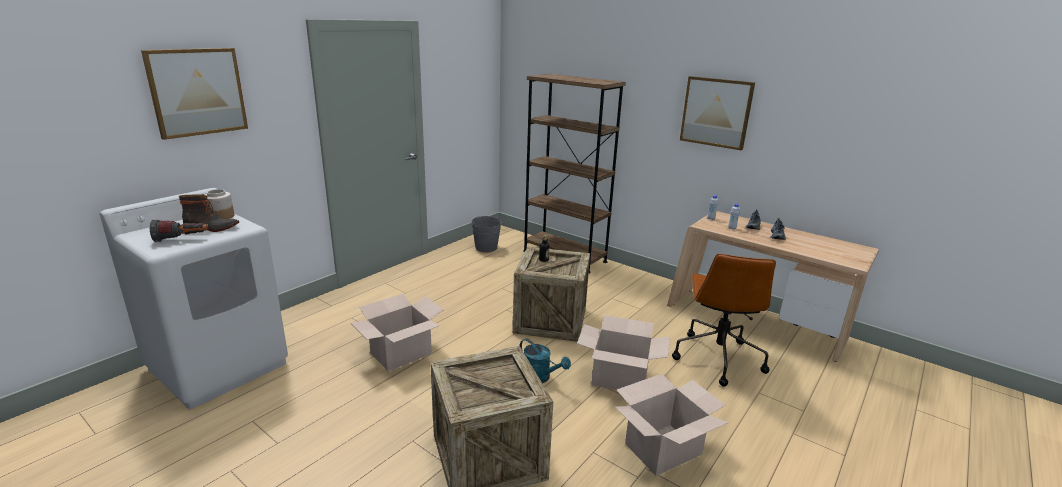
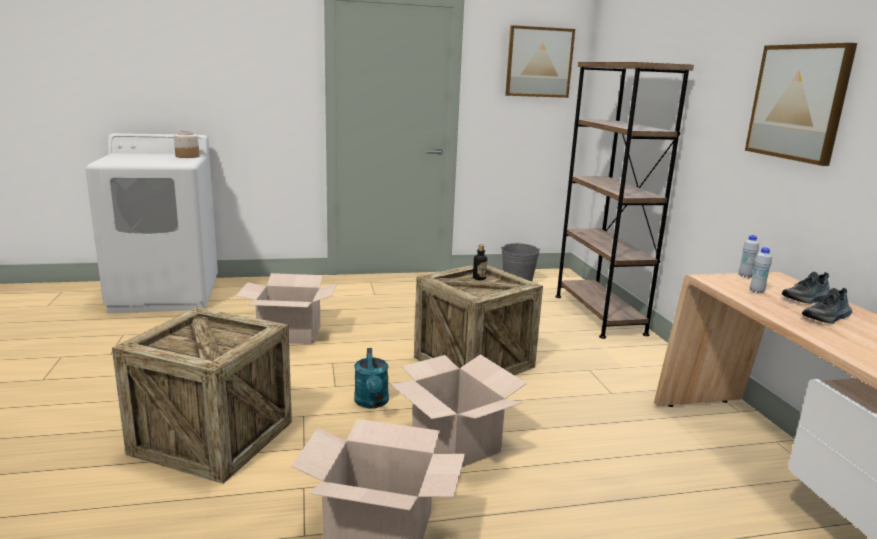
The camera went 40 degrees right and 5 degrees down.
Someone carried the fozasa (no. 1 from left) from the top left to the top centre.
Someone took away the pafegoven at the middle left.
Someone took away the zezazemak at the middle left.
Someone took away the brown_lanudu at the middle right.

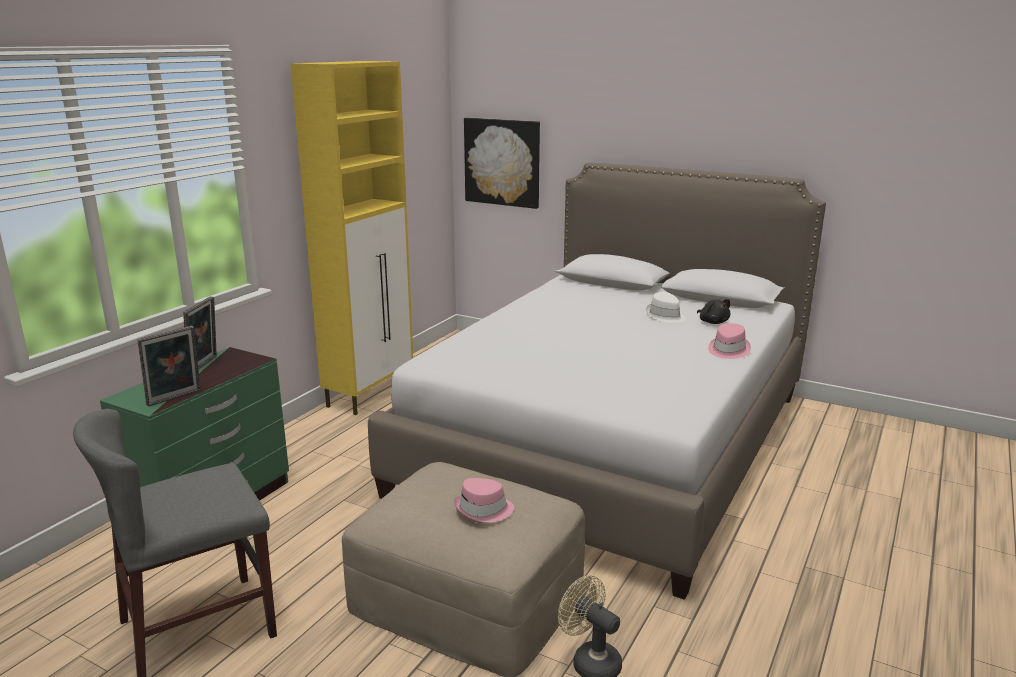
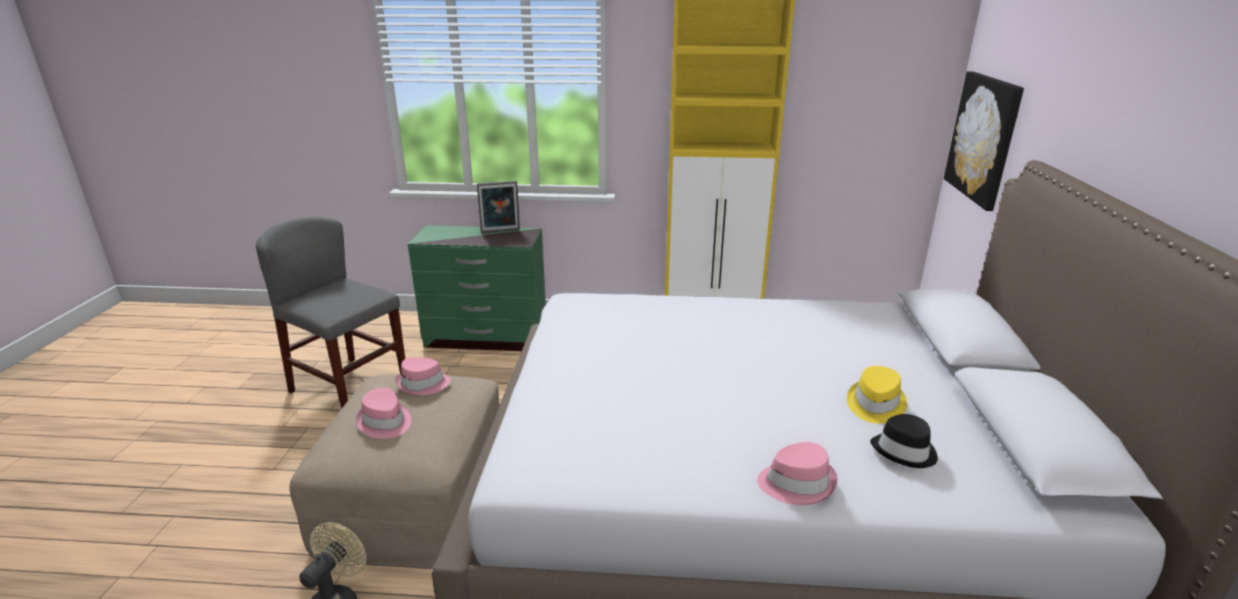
The camera went 65 degrees right and 5 degrees up.
Someone put down the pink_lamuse (no. 2 from left) at the centre.
Someone repainted the white_lamuse at the centre, which became the yellow_lamuse at the middle right.
Someone swapped the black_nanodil at the middle right for the black_lamuse at the bottom right.
Someone took away the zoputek (no. 1 from left) at the middle left.

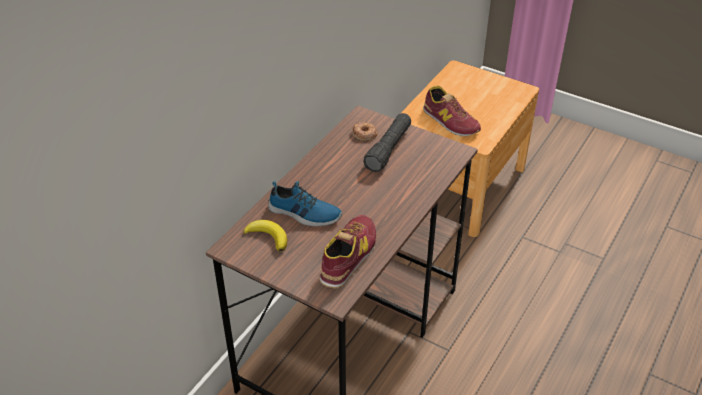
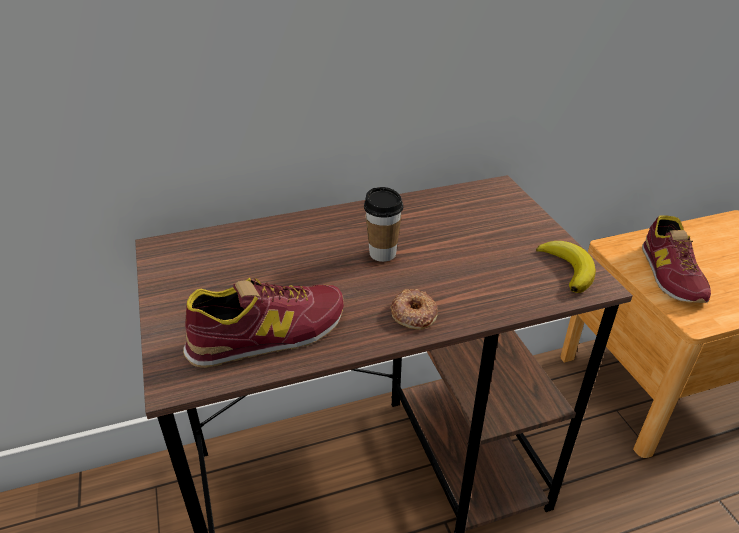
The camera went 40 degrees right and 5 degrees down.
Someone put down the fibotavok at the centre.
Someone carried the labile from the top centre to the centre.
Someone carried the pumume from the centre to the middle right.
Someone took away the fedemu (no. 1 from left) at the centre.
Someone took away the black_pafegoven at the centre.

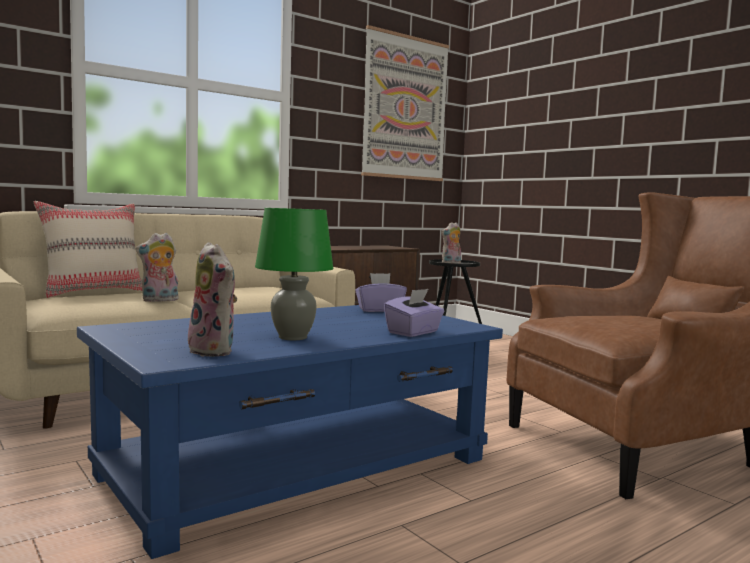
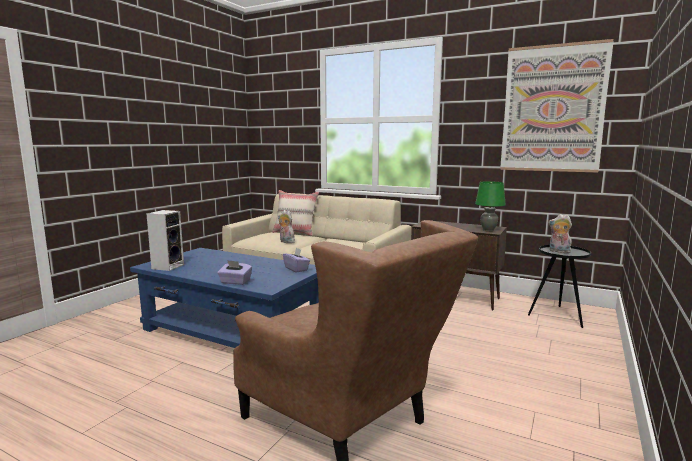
The camera went 65 degrees right and 5 degrees up.
Someone swapped the nanodil (no. 2 from left) at the middle left for the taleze at the middle left.
Someone carried the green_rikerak from the centre to the middle right.

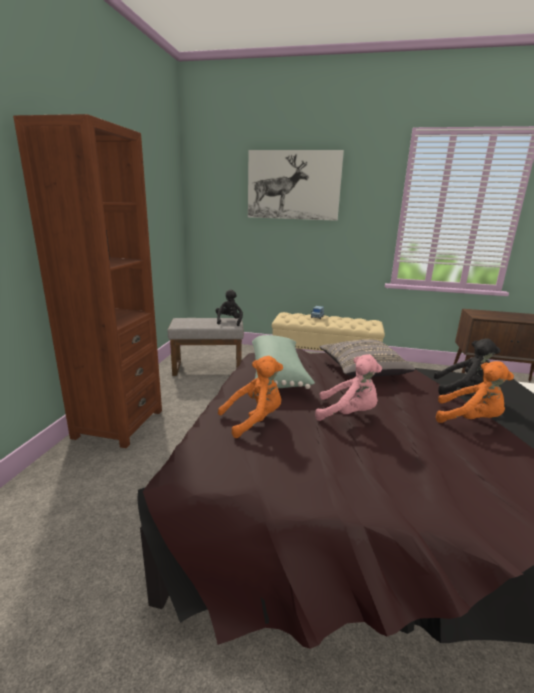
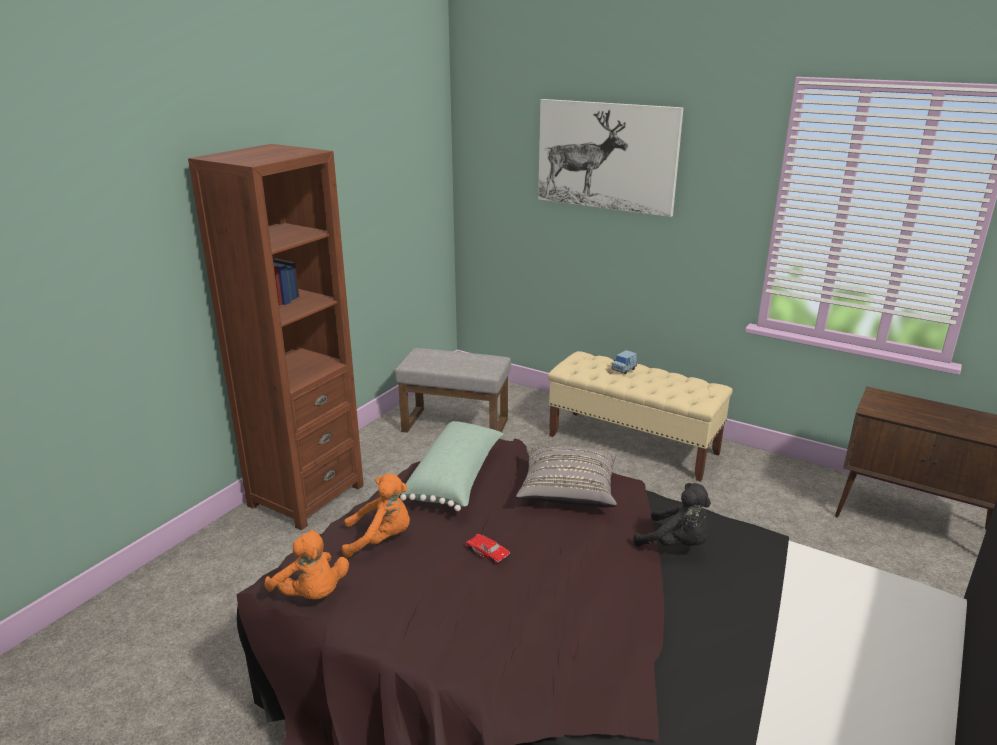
The camera went 20 degrees right and 5 degrees up.
Someone carried the orange_nanodil (no. 2 from left in the first image) from the middle right to the bottom left.
Someone swapped the pink_nanodil at the centre for the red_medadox at the bottom centre.
Someone took away the black_nanodil (no. 1 from left) at the centre.

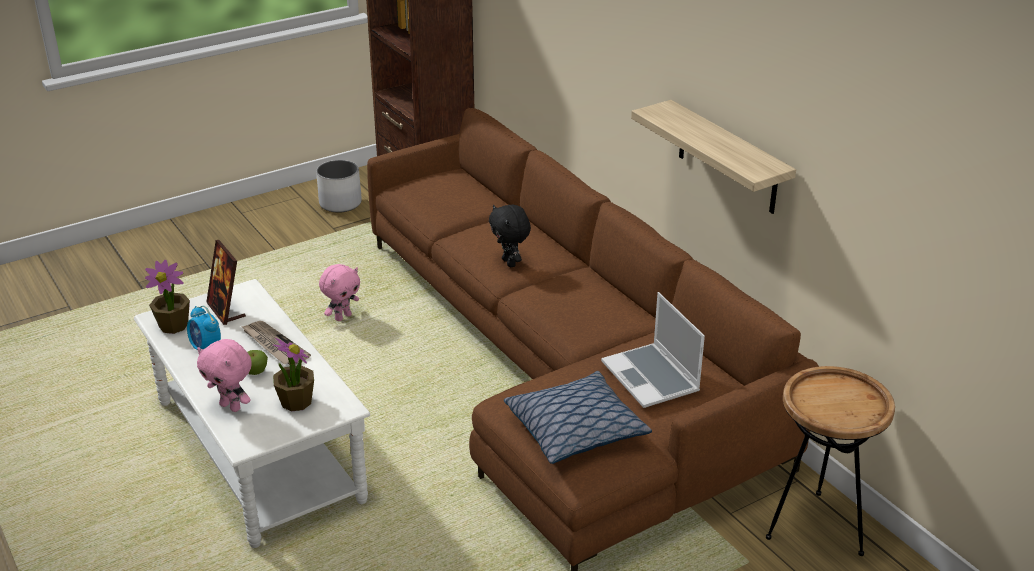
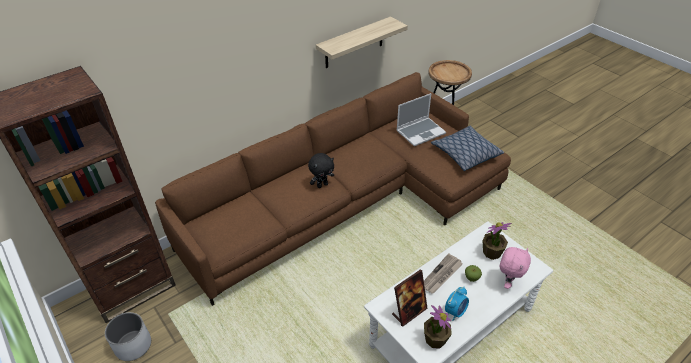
The camera went 95 degrees left and 10 degrees up.
Someone took away the pink_nanodil (no. 2 from left) at the middle left.

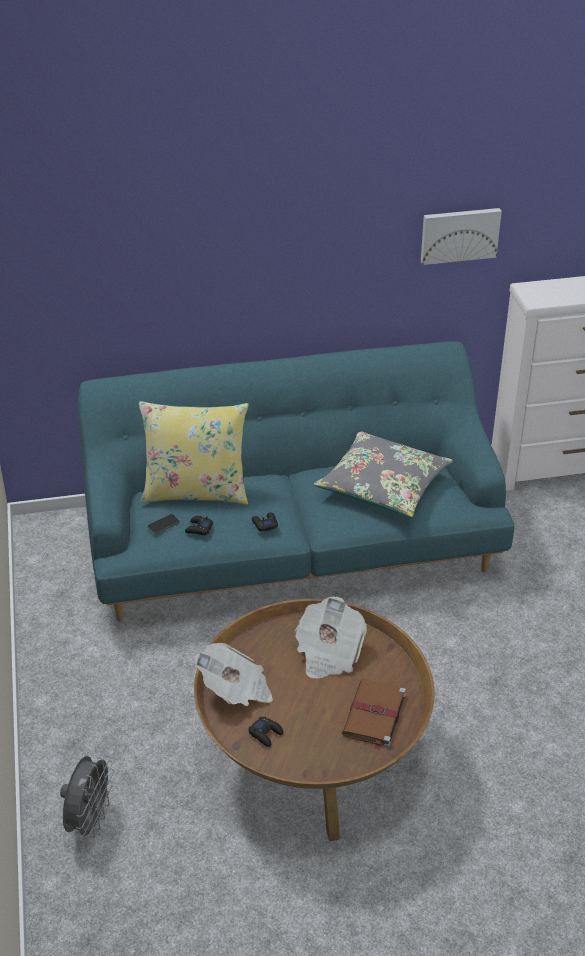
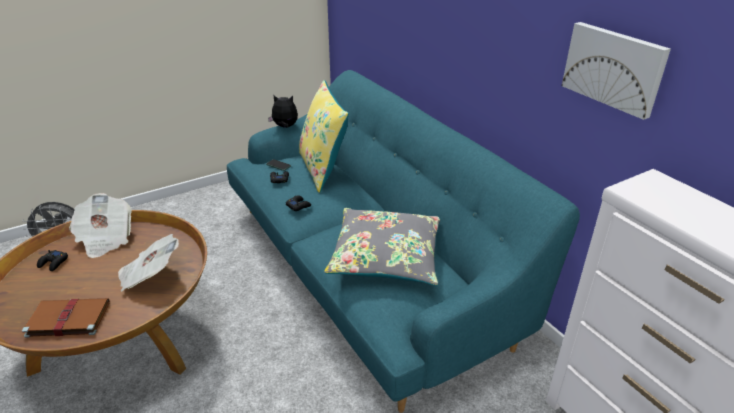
The camera went 70 degrees right and 5 degrees down.
Someone put down the nanodil at the top centre.

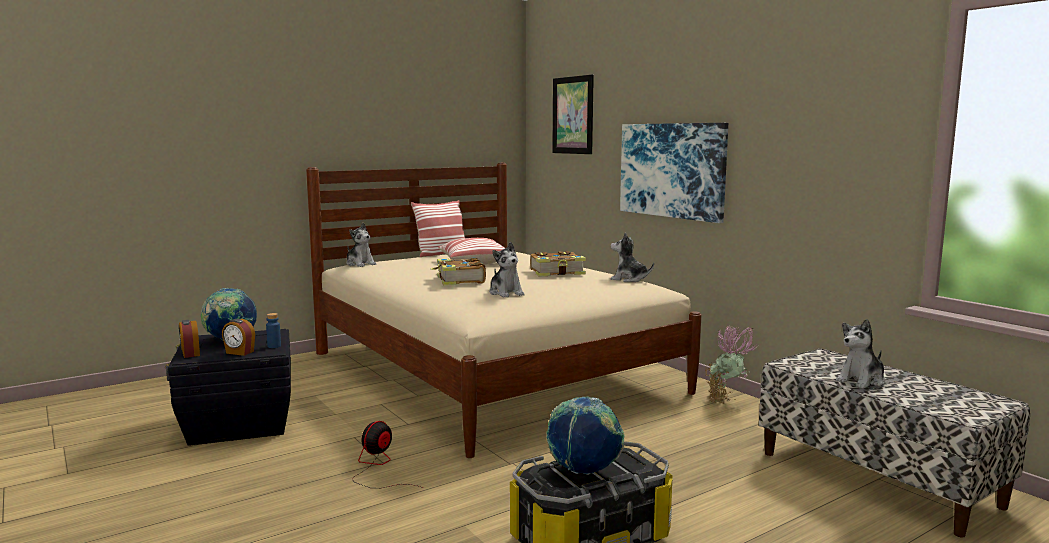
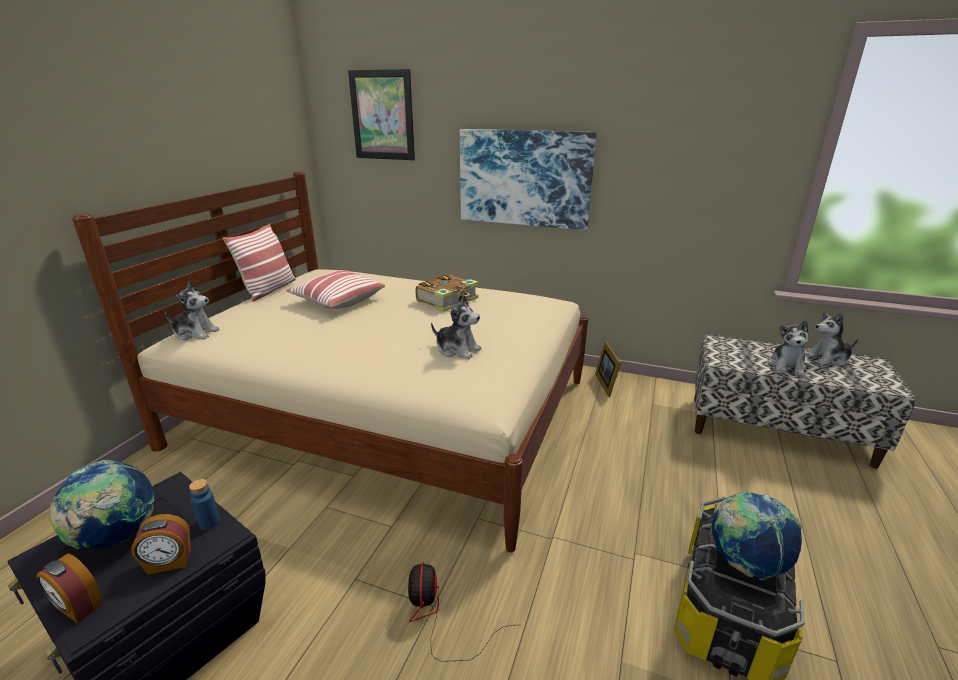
The camera went 35 degrees left and 15 degrees up.
Someone swapped the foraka at the bottom right for the zoputek at the centre.
Someone carried the nanodil (no. 3 from left in the first image) from the centre to the middle right.
Someone took away the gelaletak (no. 1 from left) at the centre.

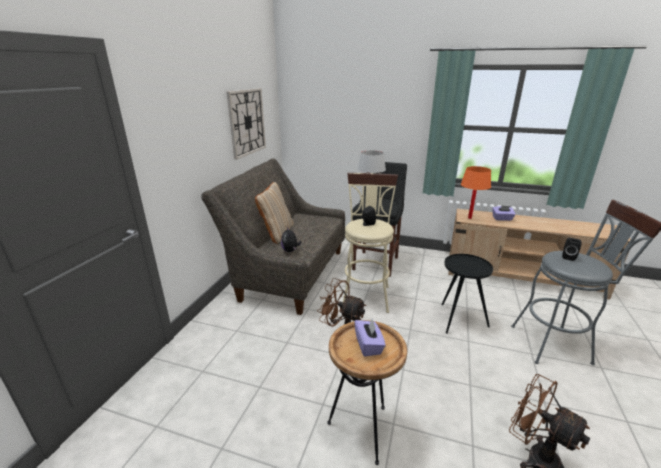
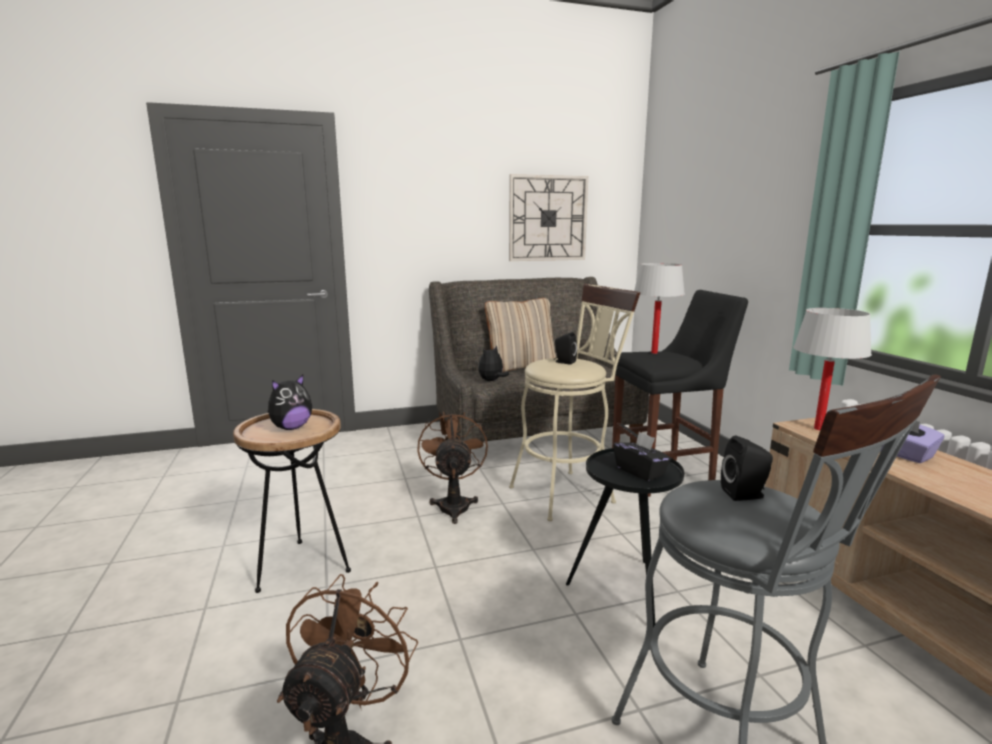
The camera went 55 degrees right and 10 degrees down.
Someone swapped the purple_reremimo (no. 1 from left) at the bottom centre for the nanodil (no. 1 from left) at the middle left.
Someone put down the black_reremimo at the centre.
Someone repainted the orange_rikerak at the middle right, which became the white_rikerak (no. 2 from left) at the middle right.

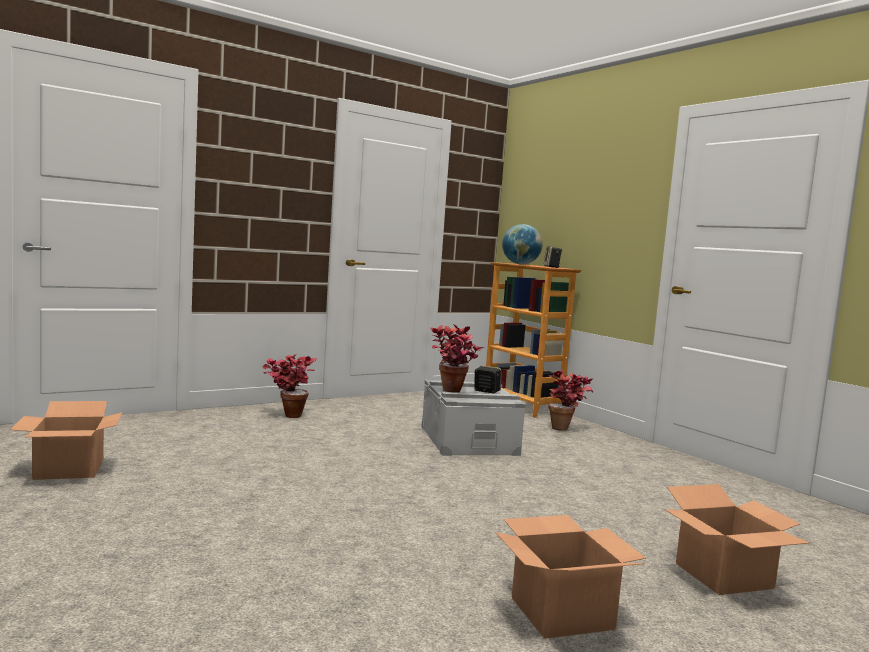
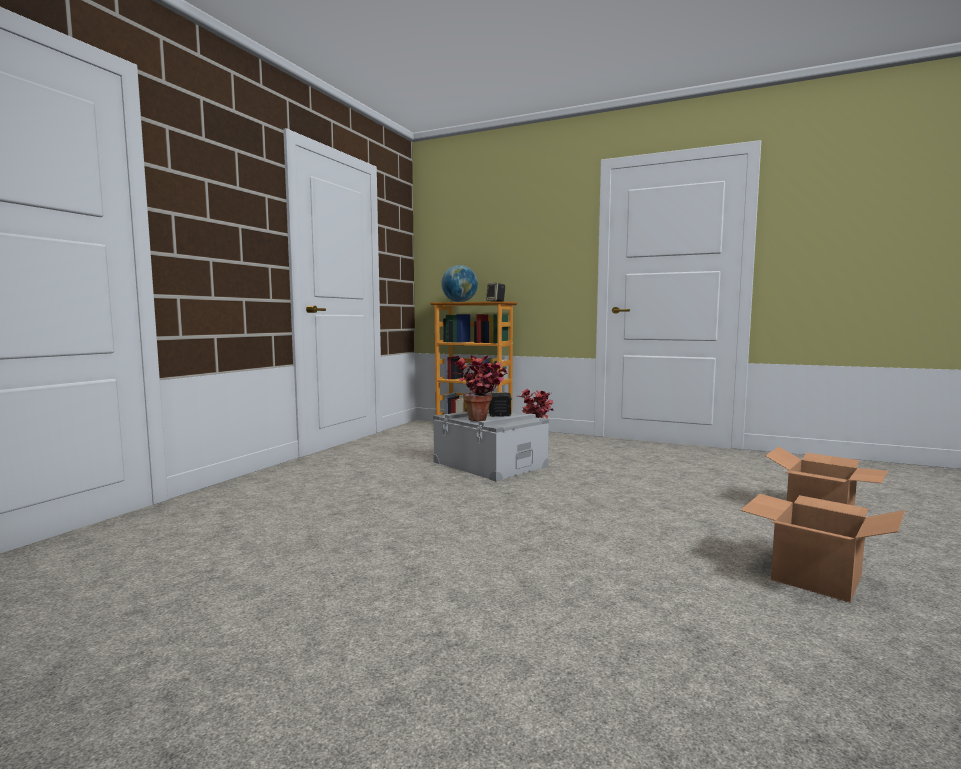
The camera went 30 degrees left and 0 degrees up.
Someone took away the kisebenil (no. 1 from left) at the bottom left.
Someone took away the foraka (no. 1 from left) at the middle left.

